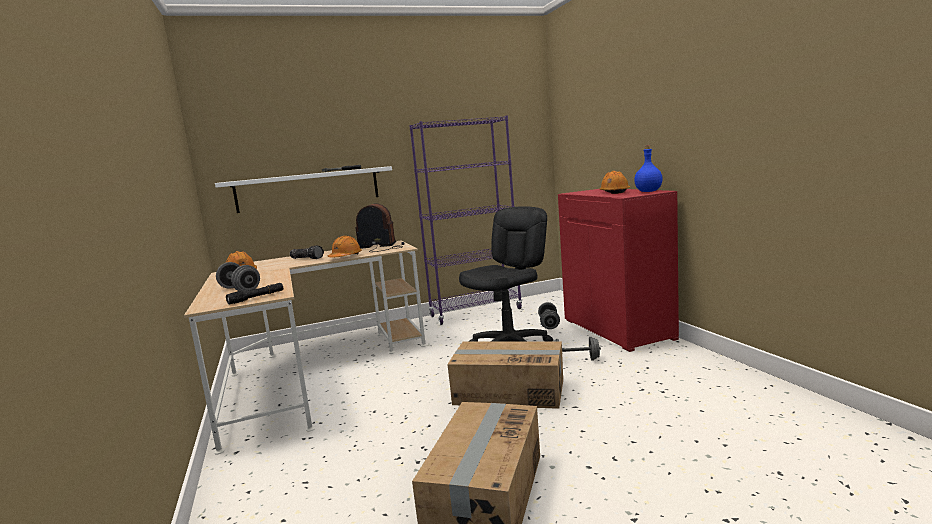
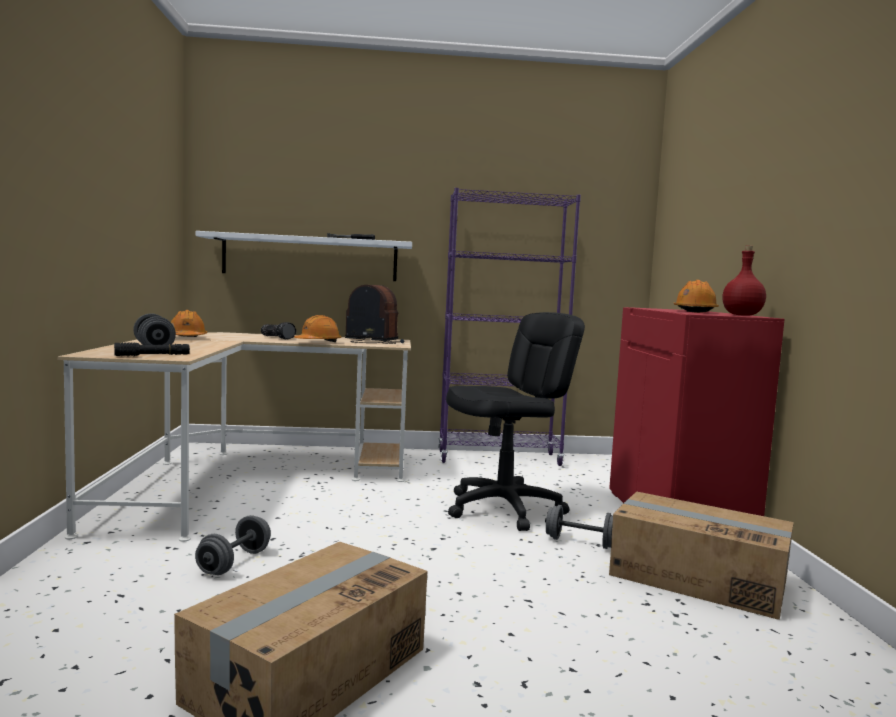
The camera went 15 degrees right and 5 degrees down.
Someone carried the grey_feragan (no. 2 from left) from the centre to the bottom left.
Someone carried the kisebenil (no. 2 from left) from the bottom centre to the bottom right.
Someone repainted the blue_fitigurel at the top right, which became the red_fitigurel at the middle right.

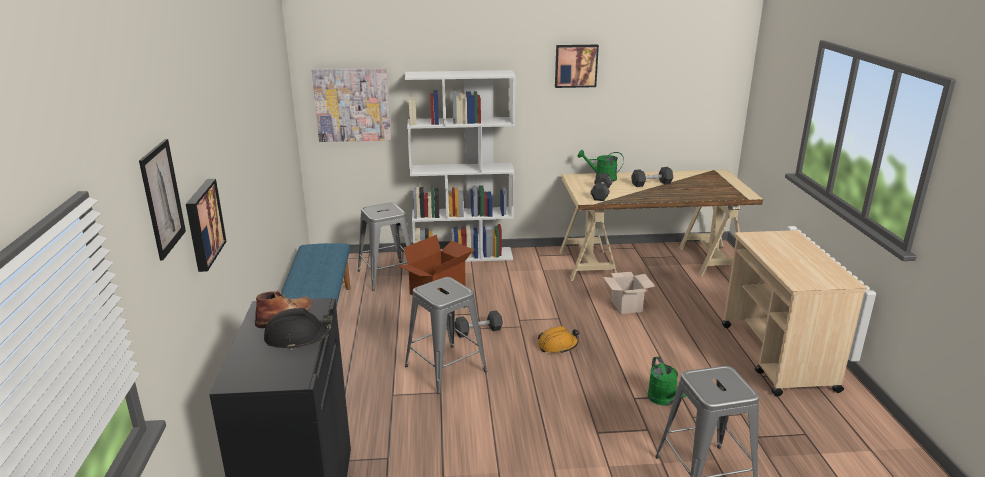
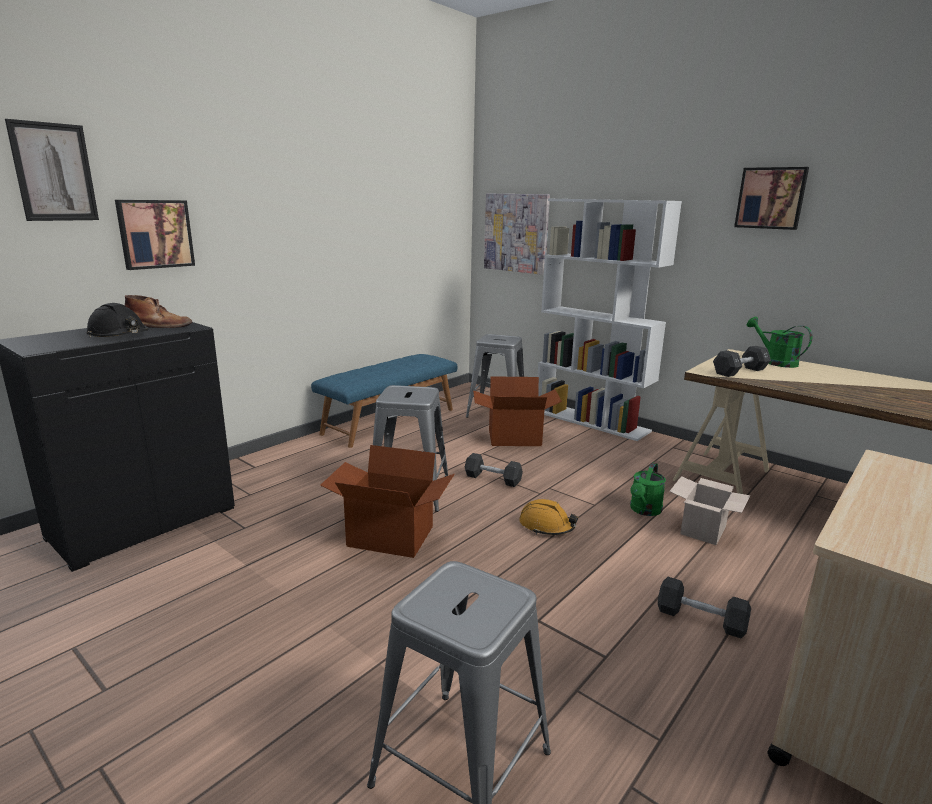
The camera went 45 degrees right and 5 degrees down.
Someone put down the kisebenil (no. 1 from left) at the centre.
Someone carried the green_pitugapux (no. 2 from left in the first image) from the bottom right to the middle right.
Someone carried the black_feragan (no. 3 from left in the first image) from the centre to the bottom right.

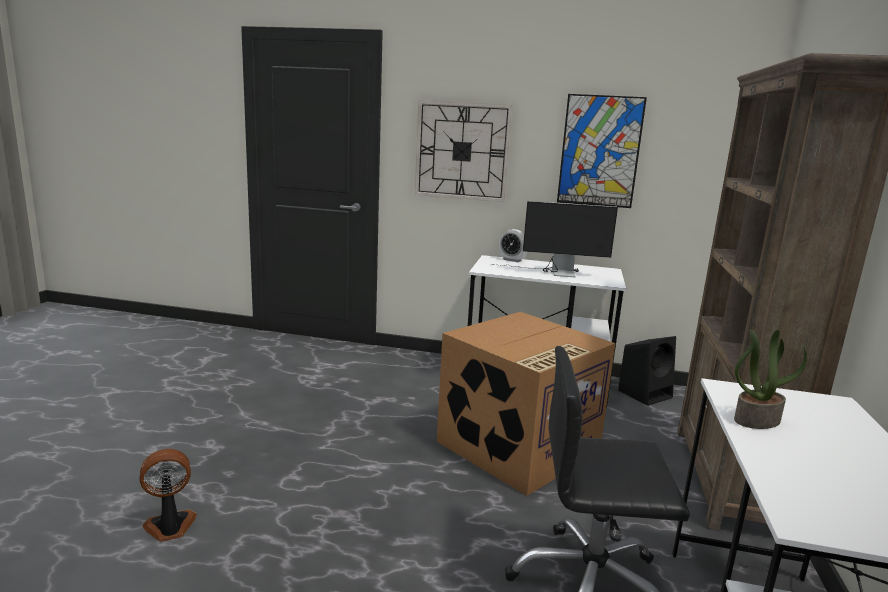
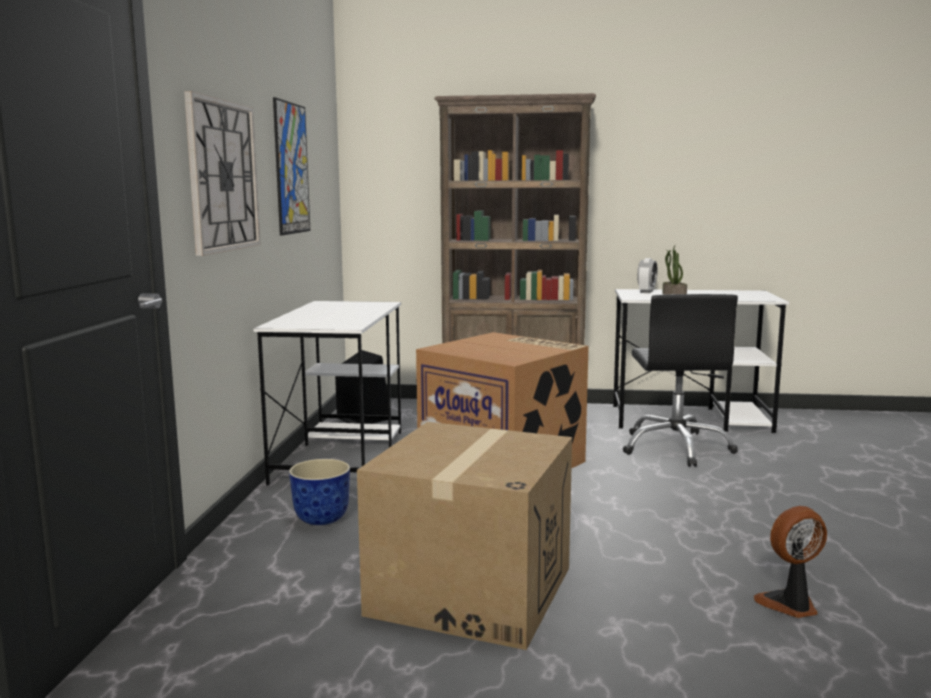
The camera went 95 degrees left and 5 degrees down.
Someone put down the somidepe at the bottom centre.
Someone put down the kisebenil (no. 1 from left) at the bottom centre.
Someone carried the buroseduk from the centre to the middle right.
Someone rotated the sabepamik at the bottom left by 105 degrees clockwise.
Someone took away the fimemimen at the centre.

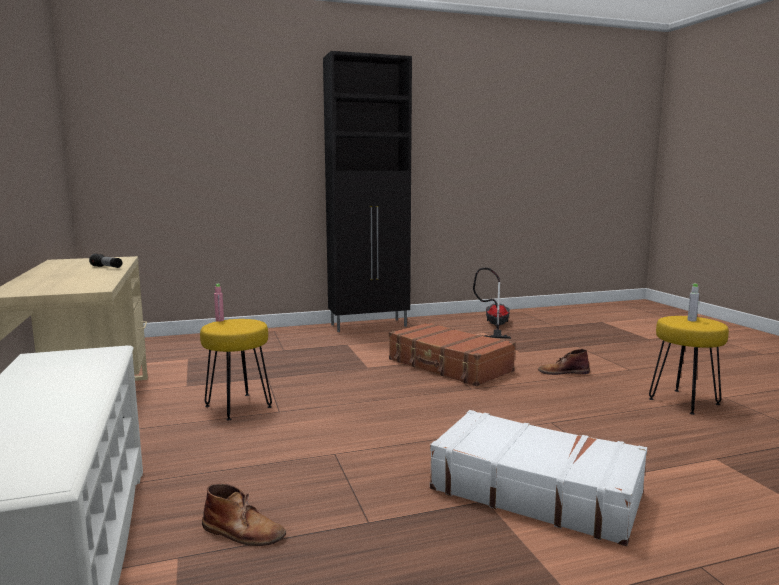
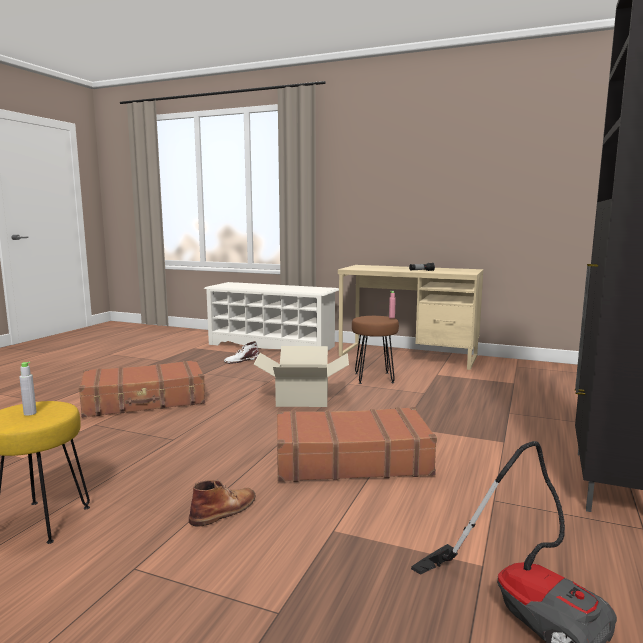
The camera went 130 degrees right and 0 degrees up.
Someone repainted the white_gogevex at the bottom right, which became the brown_gogevex (no. 1 from left) at the middle left.
Someone repainted the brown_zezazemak (no. 1 from left) at the bottom left, which became the white_zezazemak at the centre.
Someone put down the kisebenil at the centre.
Someone repainted the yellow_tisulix (no. 1 from left) at the middle left, which became the brown_tisulix at the centre.

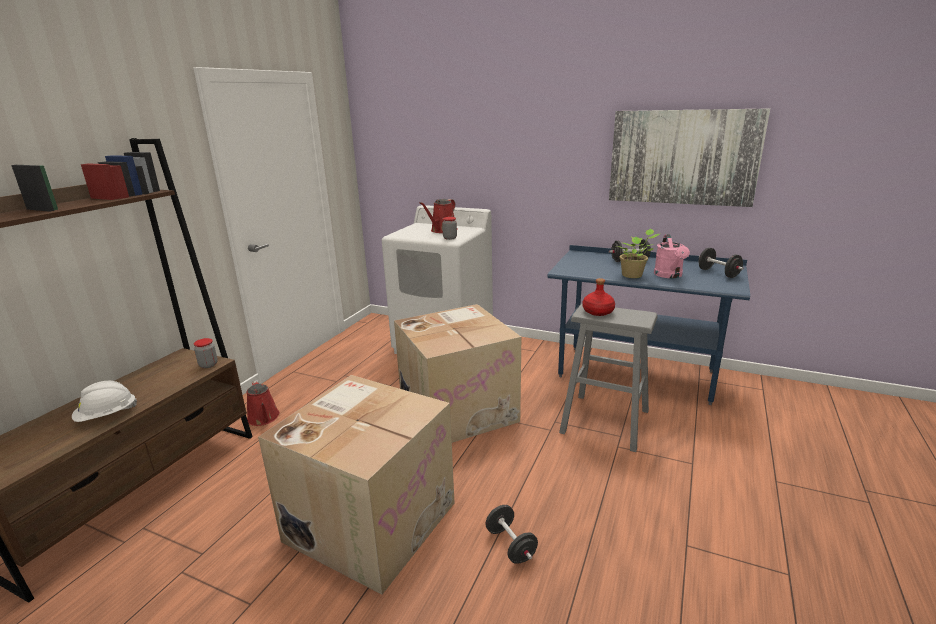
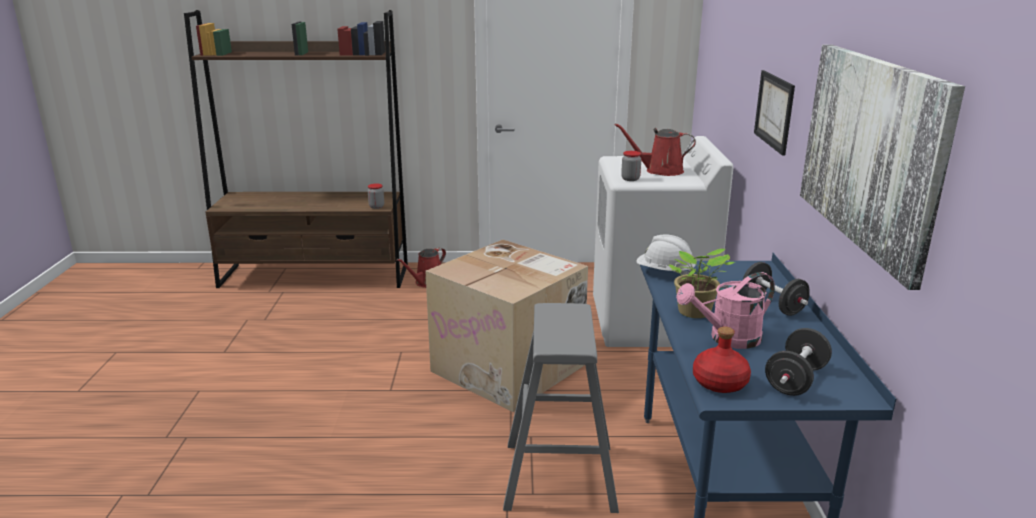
The camera went 65 degrees right and 0 degrees up.
Someone carried the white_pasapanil from the middle left to the centre.
Someone carried the red_fitigurel from the centre to the bottom right.
Someone put up the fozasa (no. 1 from left) at the top right.
Someone took away the kisebenil (no. 1 from left) at the bottom centre.
Someone took away the black_feragan (no. 1 from left) at the bottom centre.

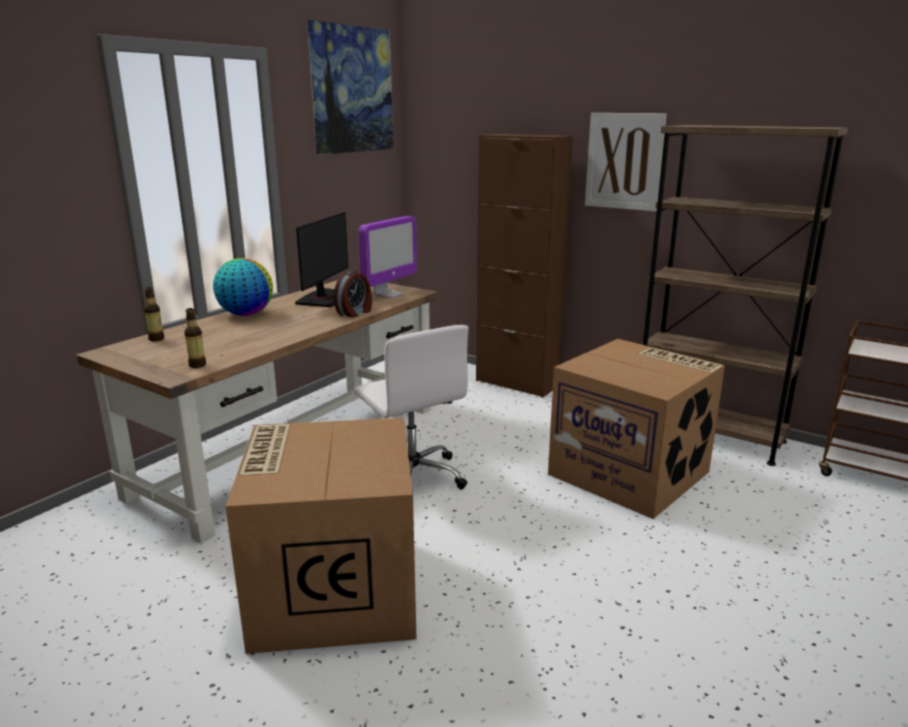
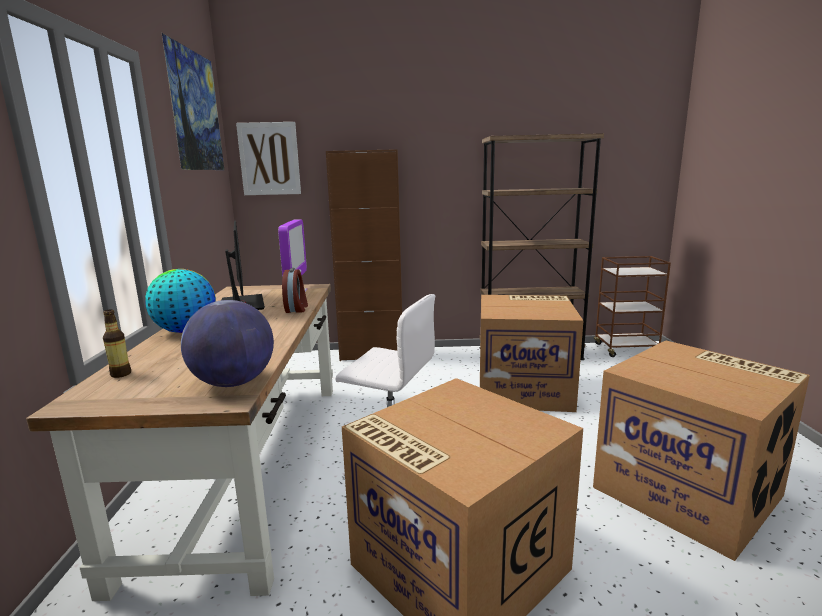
The camera went 35 degrees left and 5 degrees down.
Someone swapped the fitigurel (no. 2 from left) at the middle left for the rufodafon (no. 2 from left) at the middle left.
Someone carried the fozasa (no. 2 from left) from the top right to the top left.
Someone put down the kisebenil (no. 3 from left) at the bottom right.

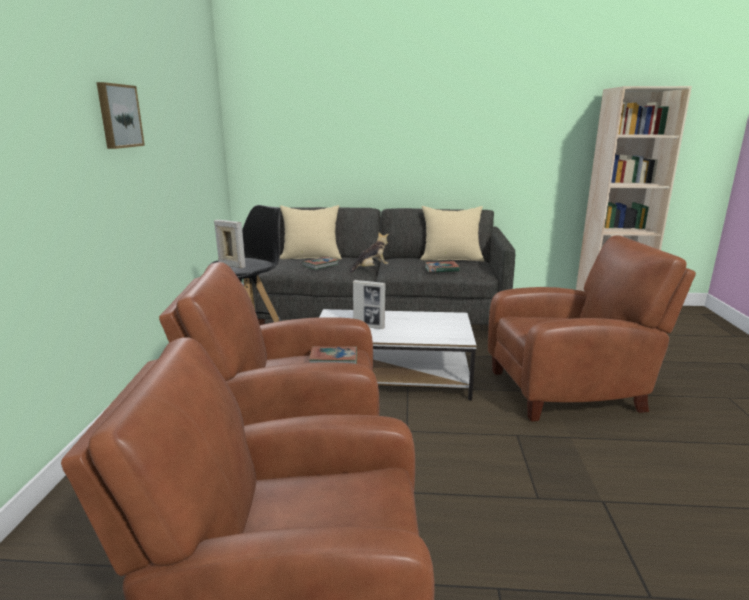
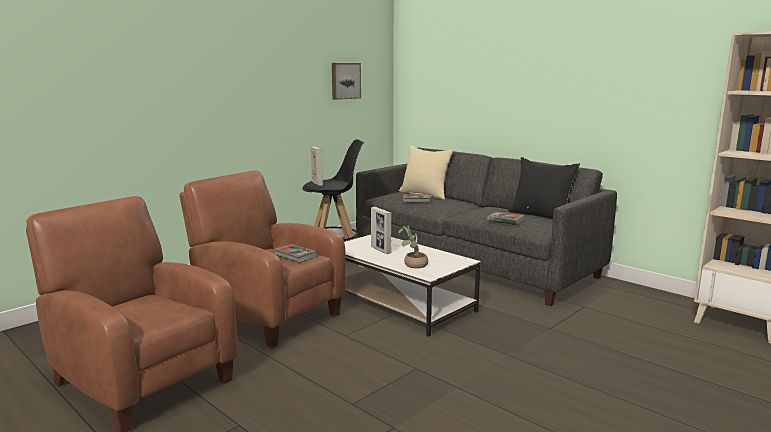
The camera went 40 degrees right and 5 degrees down.
Someone carried the fozasa from the top left to the top centre.
Someone put down the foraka at the centre.
Someone repainted the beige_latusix (no. 2 from left) at the centre, which became the black_latusix at the middle right.
Someone took away the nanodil at the centre.
Someone took away the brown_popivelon (no. 3 from left) at the middle right.

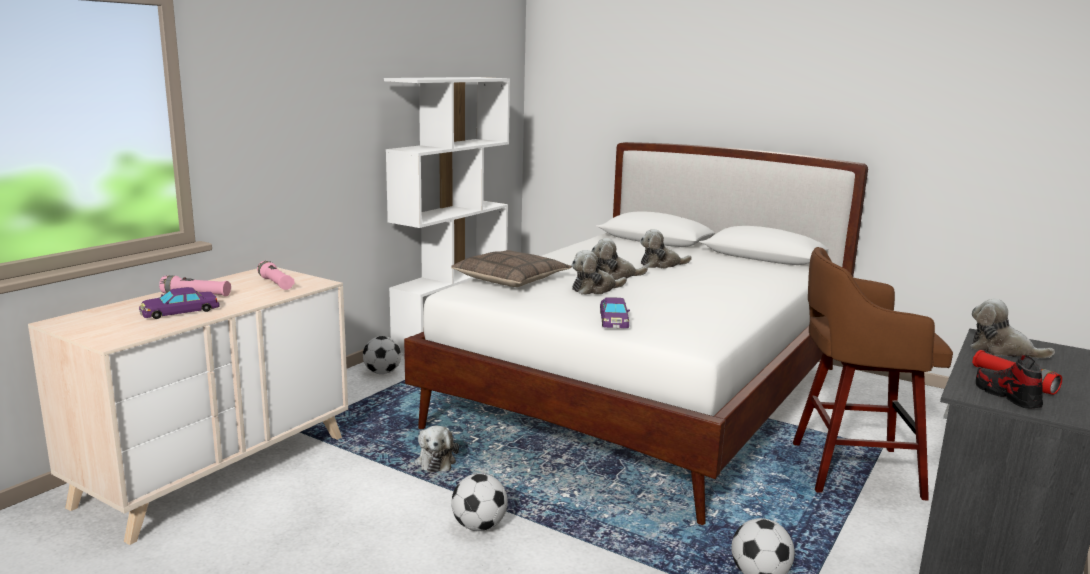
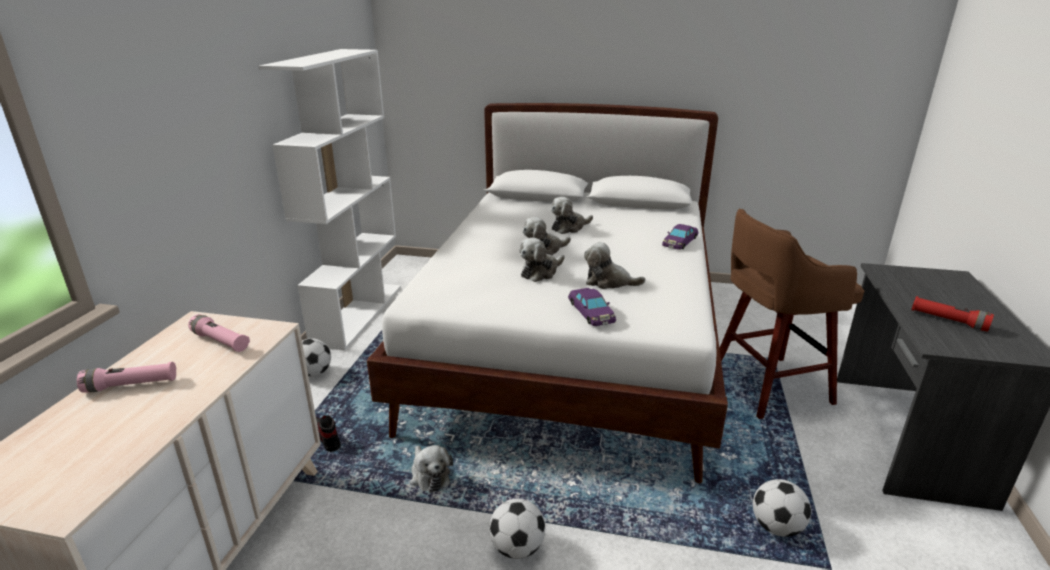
The camera went 20 degrees left and 10 degrees up.
Someone carried the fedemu from the middle right to the bottom left.
Someone carried the nanodil (no. 5 from left) from the middle right to the centre.
Someone carried the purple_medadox (no. 1 from left in the first image) from the middle left to the centre.
Someone took away the latusix at the centre.

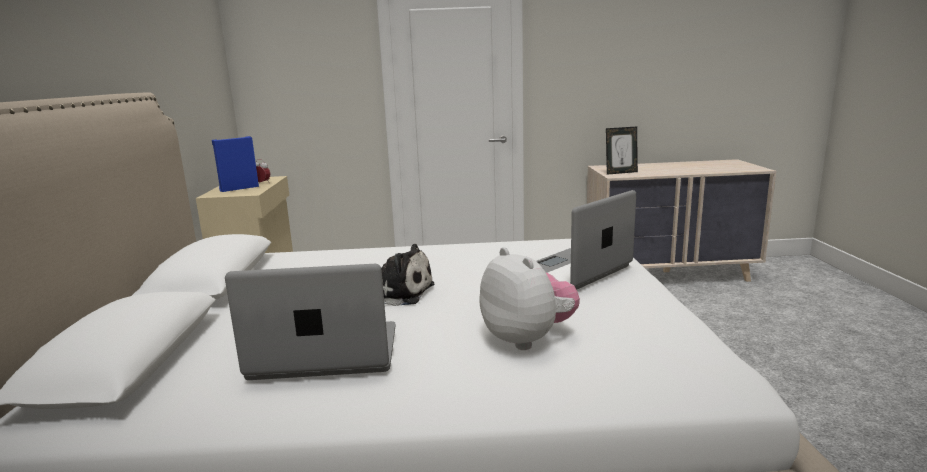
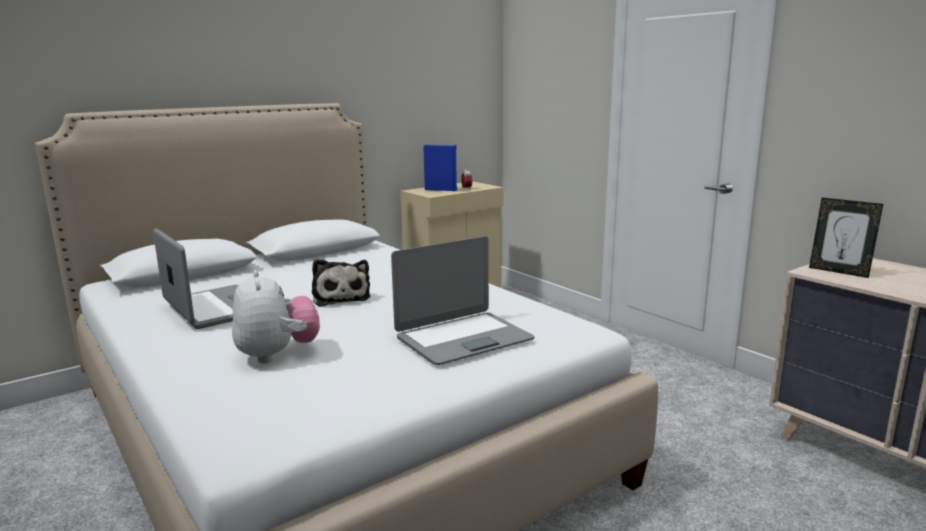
The camera went 55 degrees right and 0 degrees up.
Someone rotated the nanodil (no. 2 from left in the first image) at the centre by 45 degrees counterclockwise.
Someone rotated the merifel (no. 2 from left) at the centre by 135 degrees clockwise.

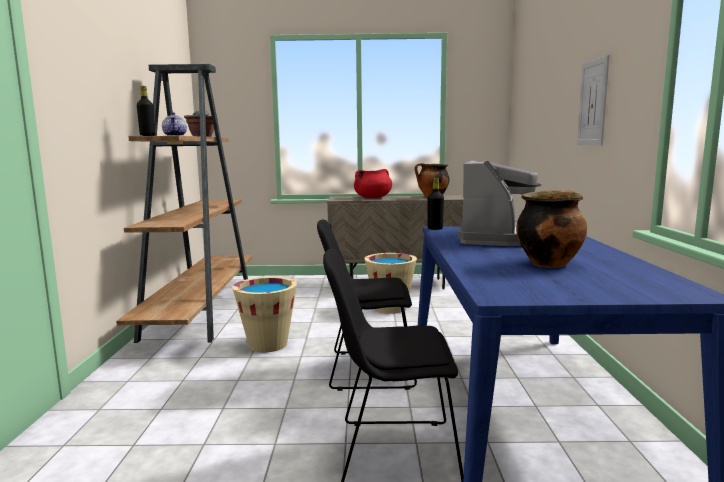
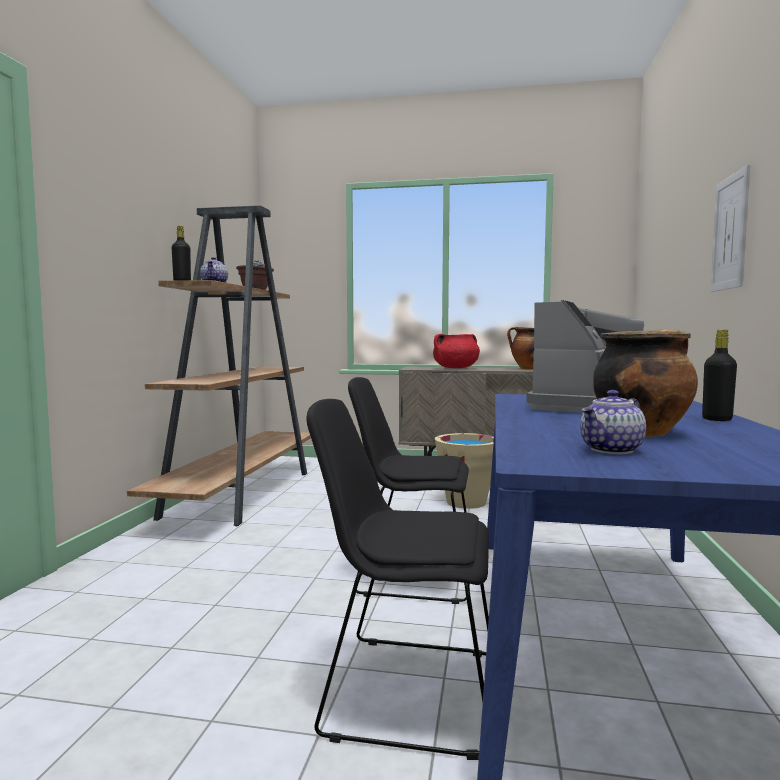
The camera went 10 degrees right and 5 degrees down.
Someone put down the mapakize (no. 2 from left) at the middle right.
Someone carried the black_fitigurel (no. 2 from left) from the centre to the middle right.
Someone took away the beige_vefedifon (no. 1 from left) at the centre.

